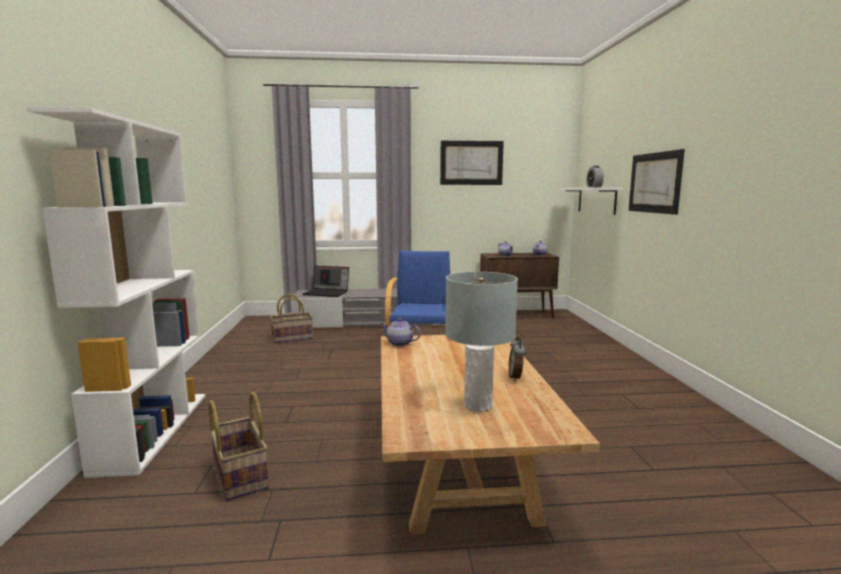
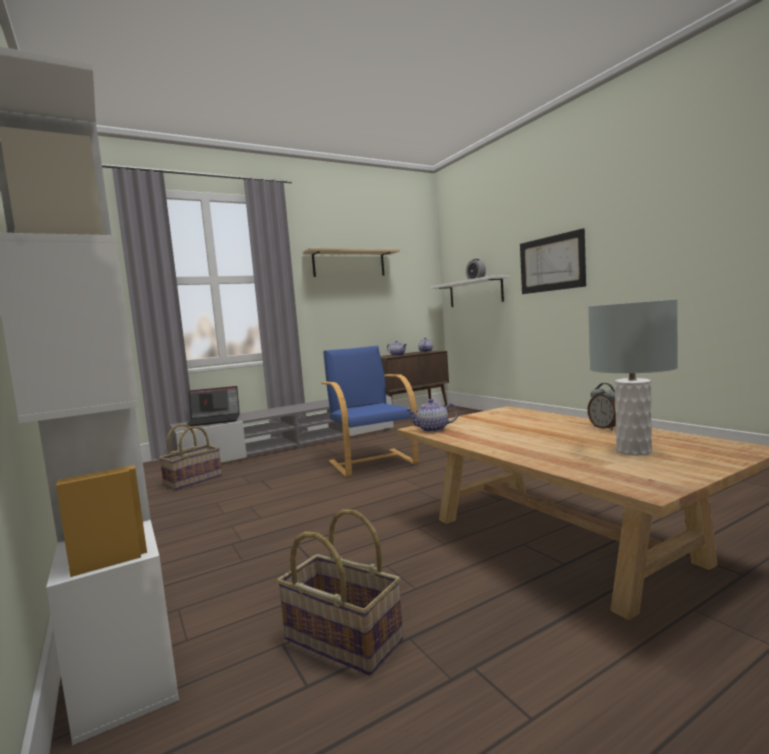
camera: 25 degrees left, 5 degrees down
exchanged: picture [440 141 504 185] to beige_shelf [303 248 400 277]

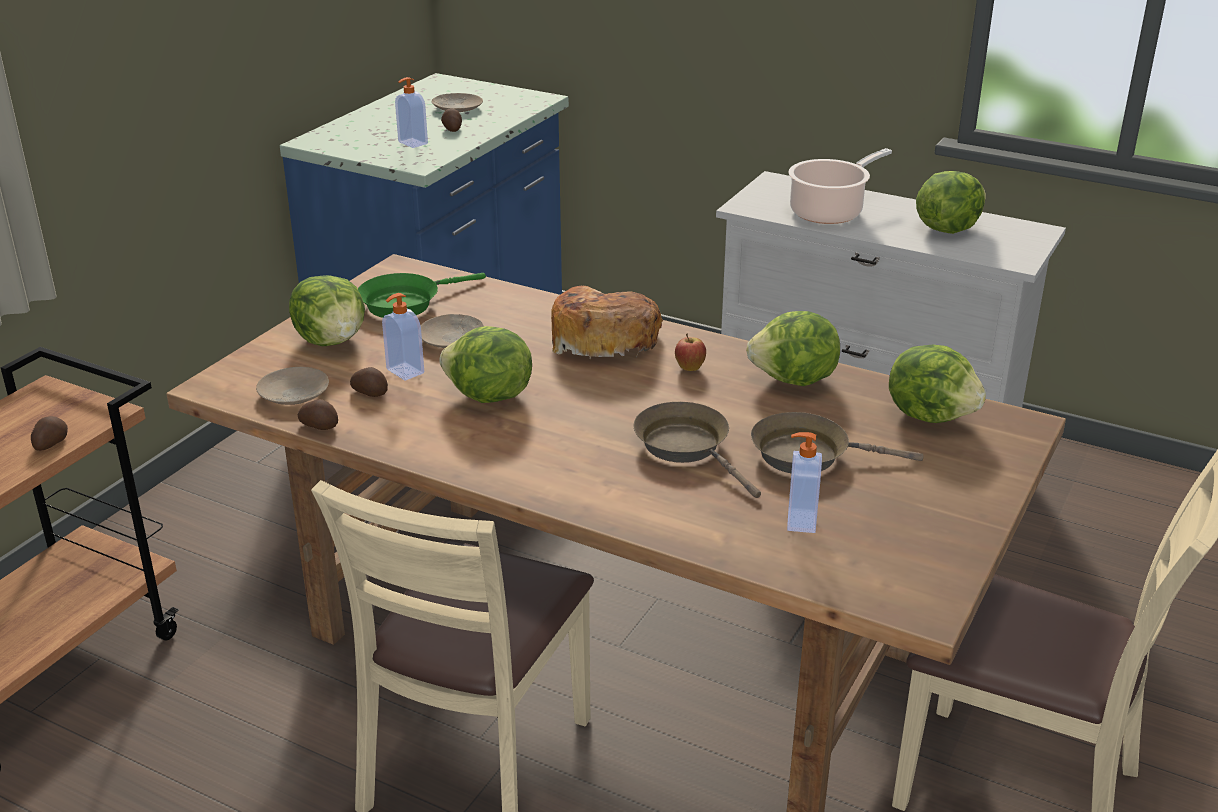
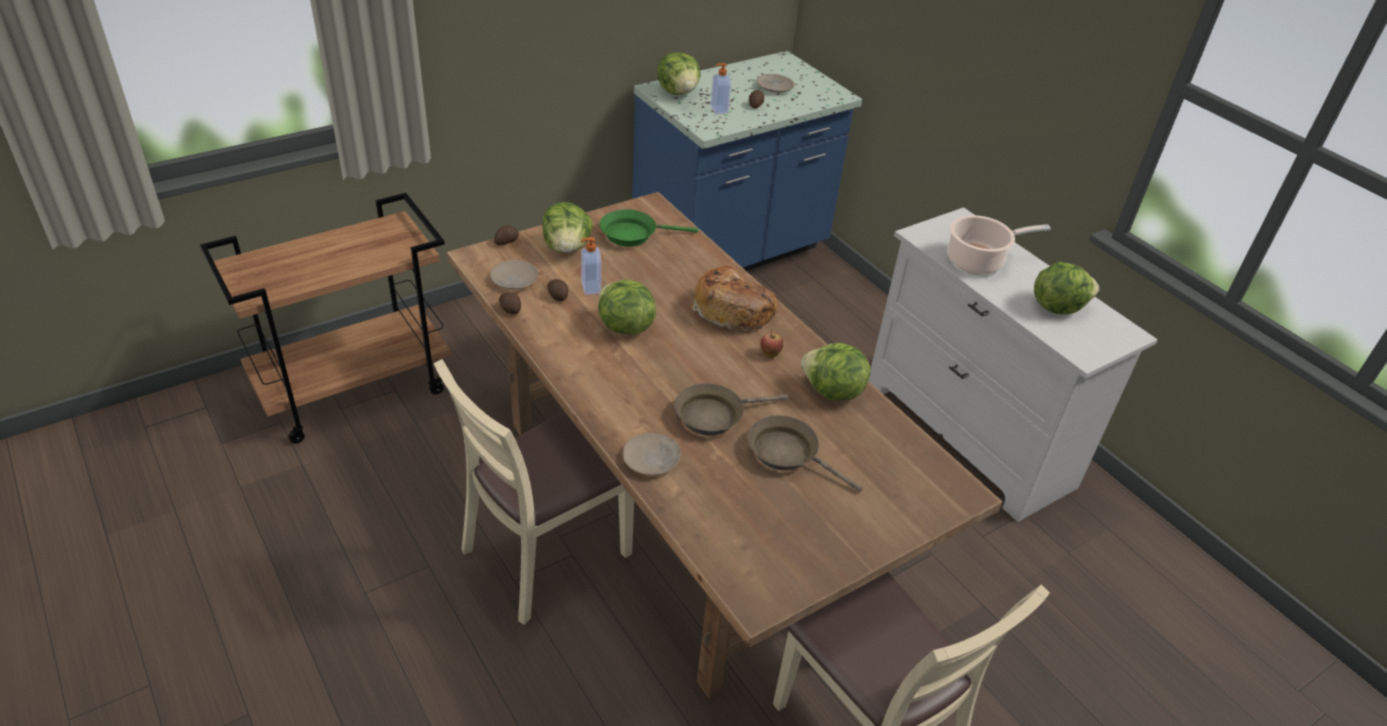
camera: 25 degrees right, 10 degrees up
missing: soap_dispenser [787 432 822 533]
relocated: potato [31 416 68 451] to [494 225 519 245]; beige_plate [421 314 484 348] to [623 433 681 475]; lettuce [889 345 986 423] to [657 53 700 95]
spun: brown_frying_pan [634 402 761 498] = [674 383 788 436] 105 degrees counterclockwise

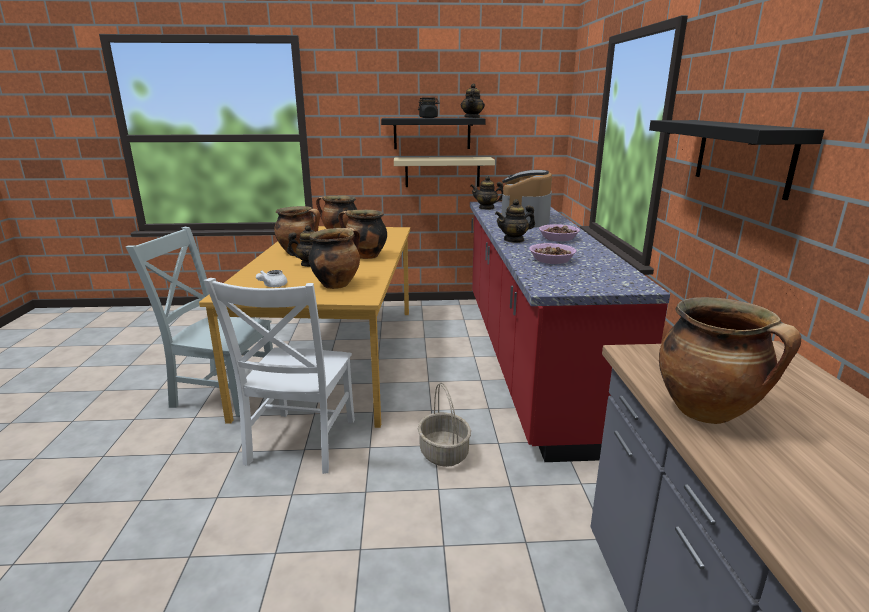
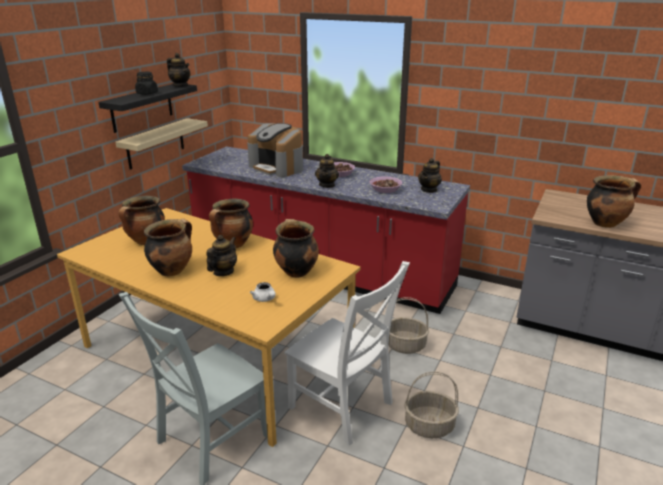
camera: 60 degrees left, 5 degrees up
missing: black_shelf [649 120 824 200]
appeared: basket [404 372 459 438]
relocated: teapot [471 176 503 210] to [418 158 442 193]

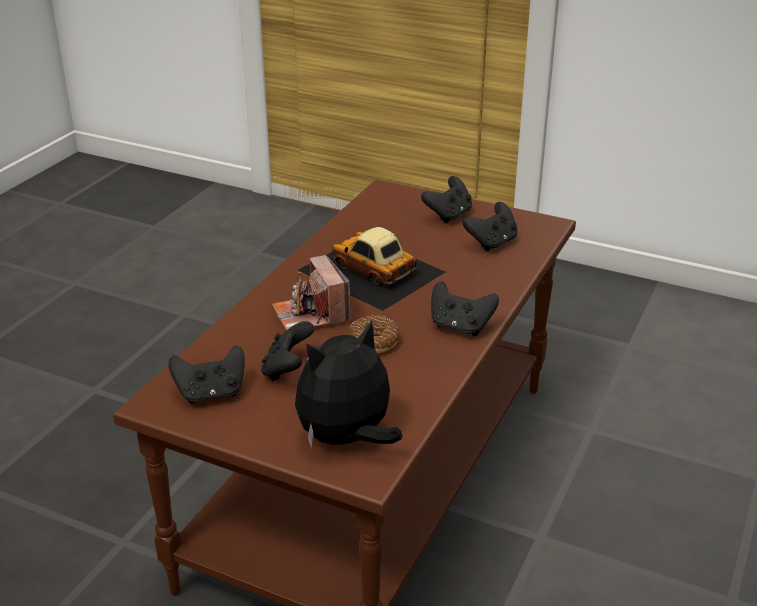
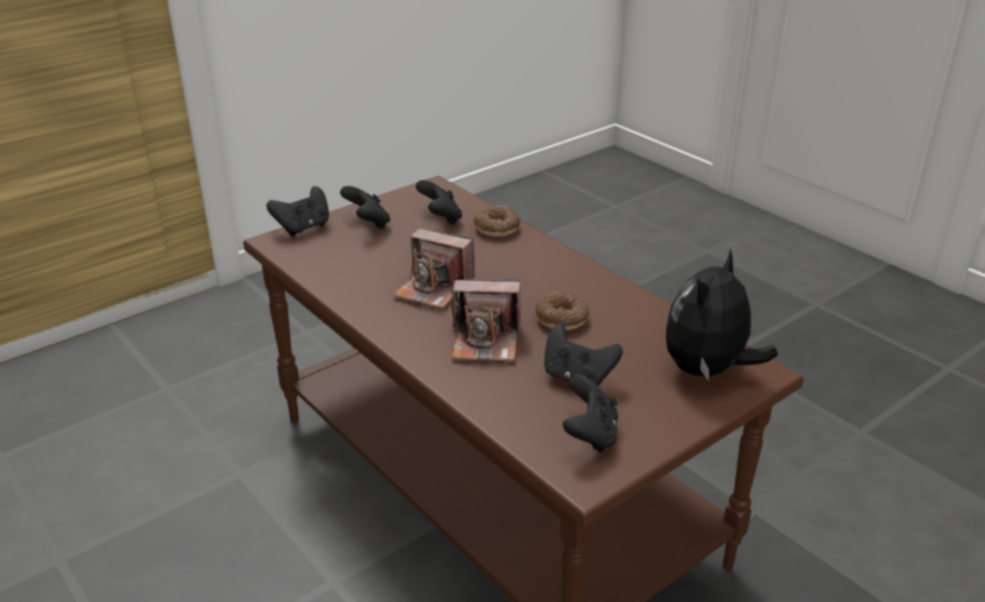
camera: 65 degrees left, 0 degrees up
appeared: donut [474 205 520 237]
relocated: black_game_controller [431 281 499 336] to [266 186 329 236]
exchanged: toy_car [298 227 446 311] to photo_camera [393 228 475 309]
spun: plush_toy [295 320 402 448] = [666 248 778 381] 45 degrees clockwise

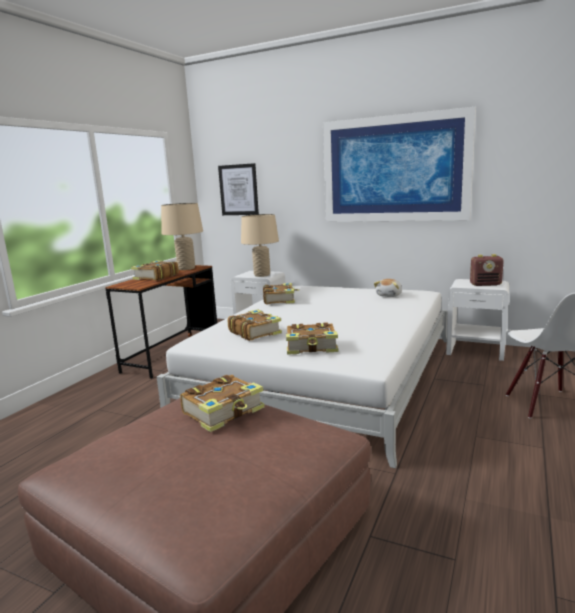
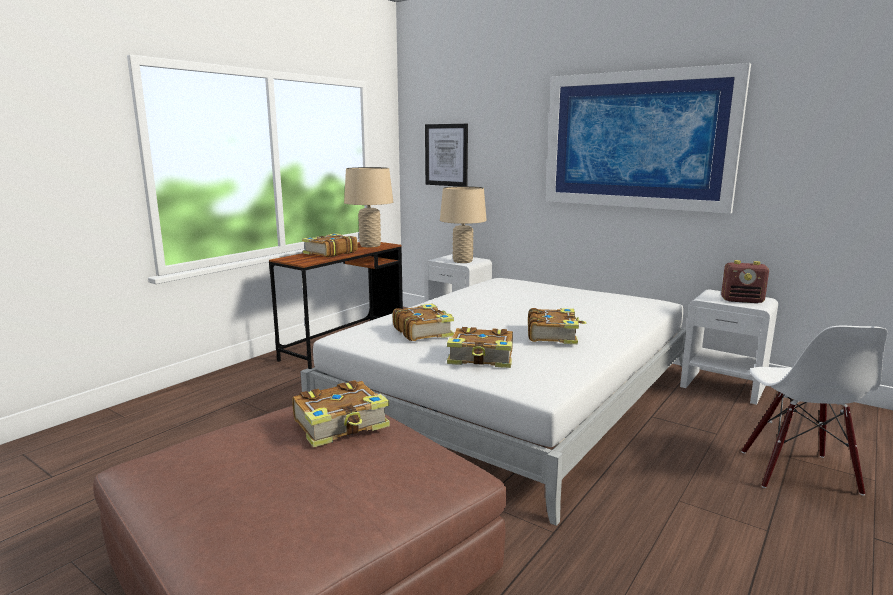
camera: 10 degrees right, 0 degrees up
missing: plush_toy [374 279 402 297]
relocated: book [263 283 299 305] to [528 308 587 344]

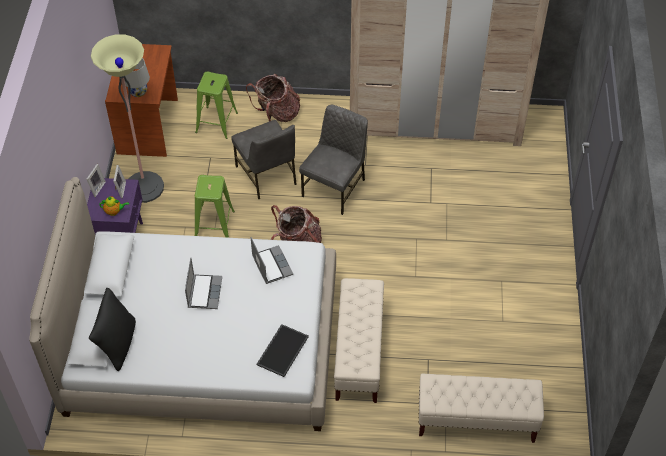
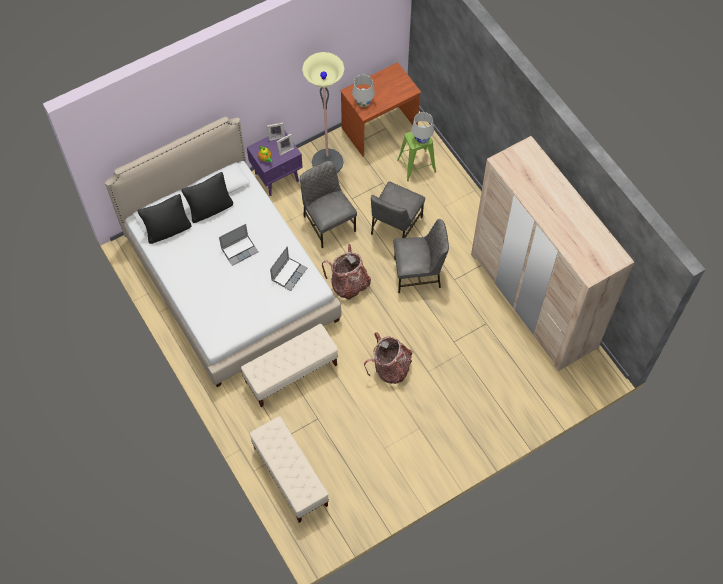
camera: 55 degrees right, 10 degrees up
missing: tray [256 324 309 377]
appeared: black_pillow [182 172 233 223]; white_table_lamp [412 112 434 144]
relocated: backpack [246 74 300 122] to [364 332 413 384]
exchanged: green_stool [195 175 235 238] to grey_chair [300 161 357 248]

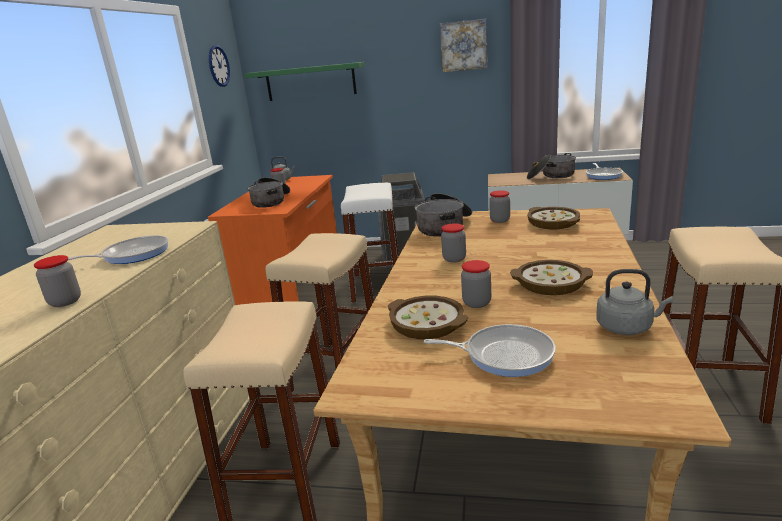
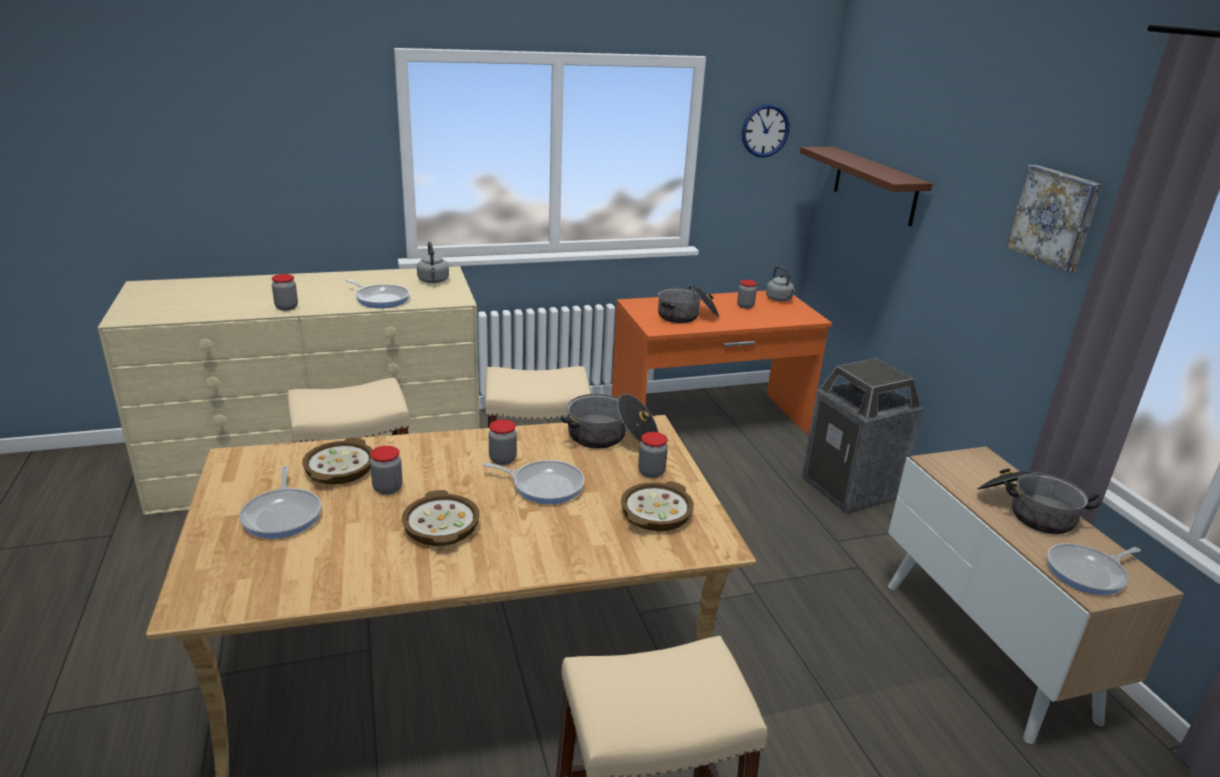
camera: 60 degrees right, 5 degrees up
missing: white_stool [341 183 399 303]
appeared: frying_pan [482 460 585 504]
relocated: grey_kettle [596 269 673 335] to [417 242 449 283]
colour: green_shelf [244 62 365 101] to brown_shelf [800 147 932 226]

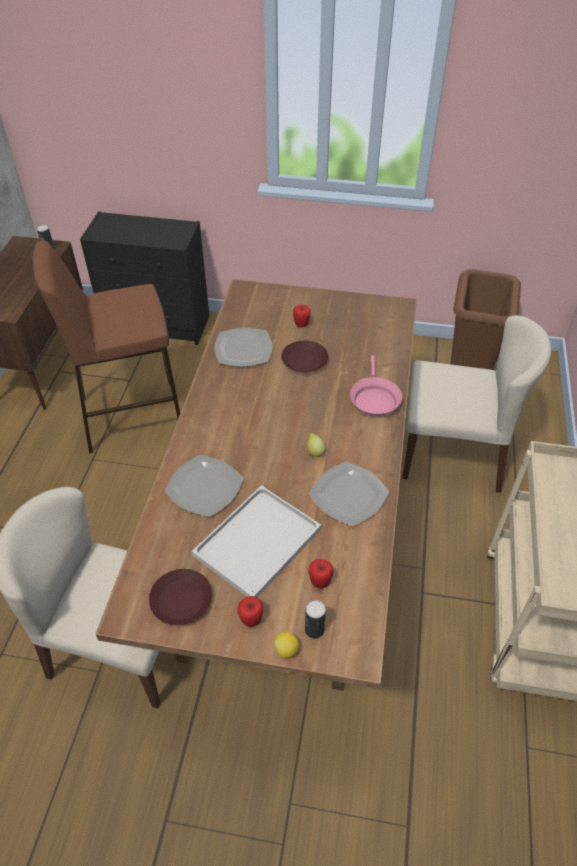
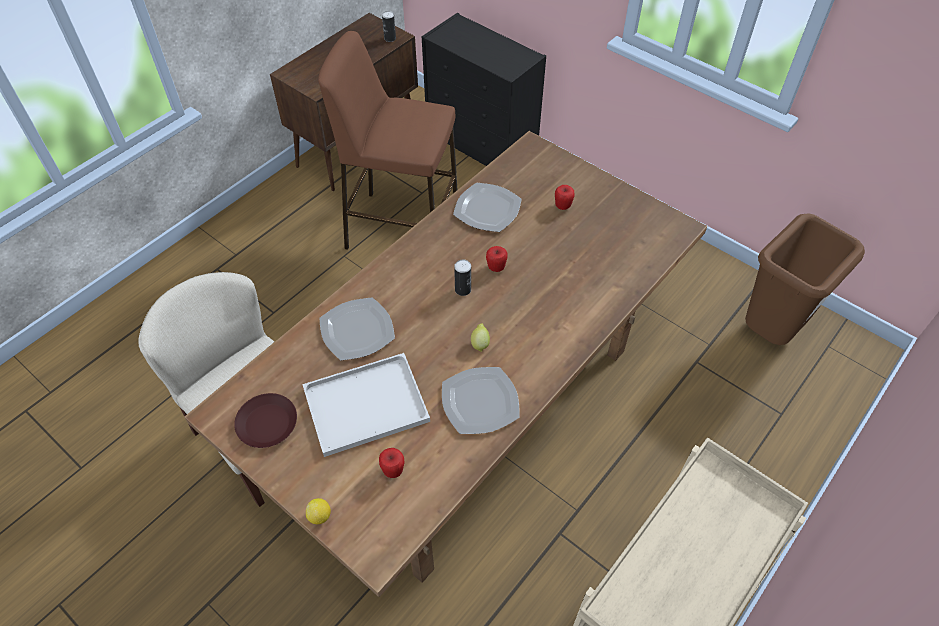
camera: 30 degrees right, 5 degrees up
missing: brown_plate [281 341 329 372]; pink_frying_pan [350 355 402 417]; beige_chair [402 315 551 493]
relocated: apple [238 596 263 627] to [486 246 508 272]; can [305 600 326 639] to [454 259 471 296]

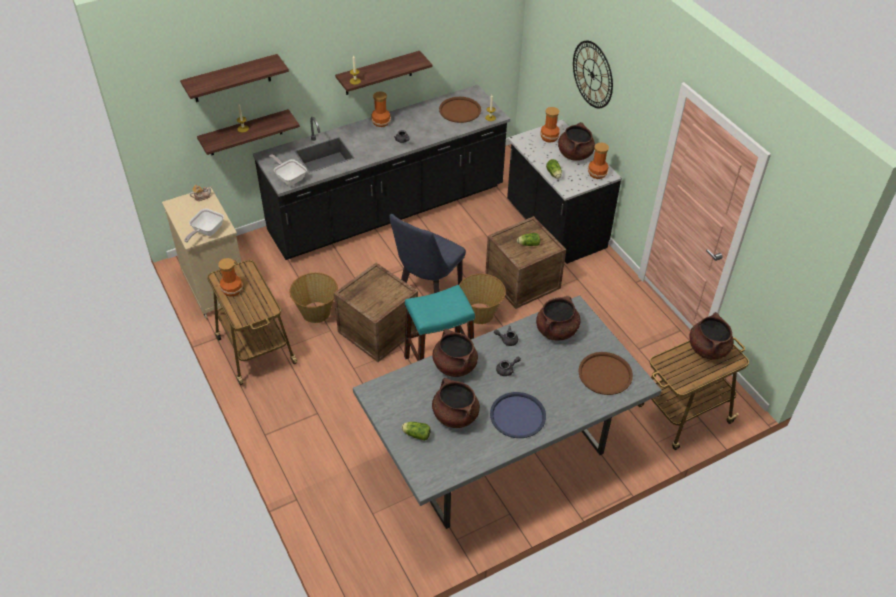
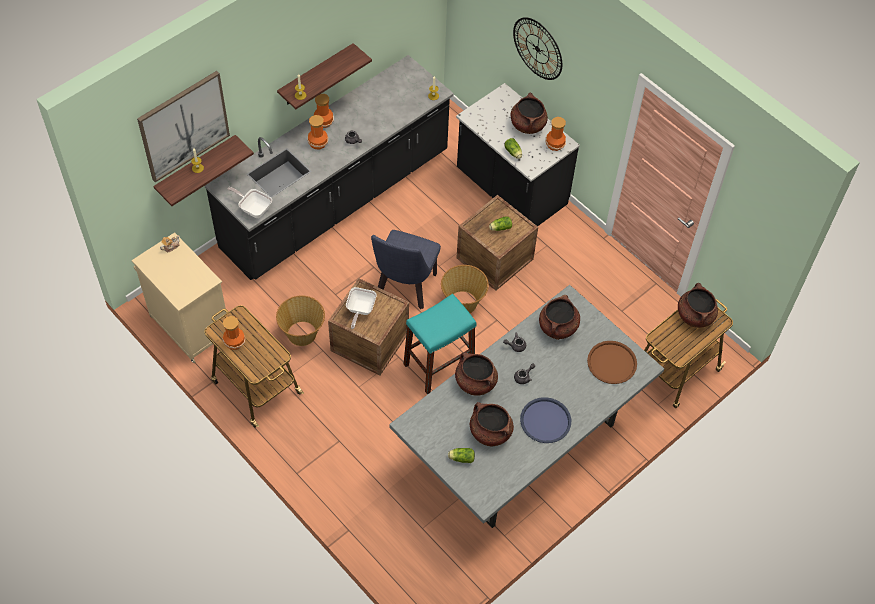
camera: 15 degrees left, 10 degrees up
missing: brown_tray [439 97 481 123]
relocated: frying_pan [184 208 224 242] to [346 287 377 329]; vase [540 107 560 143] to [308 115 328 149]
exchanged: shelf [180 54 289 102] to picture [137 71 230 182]

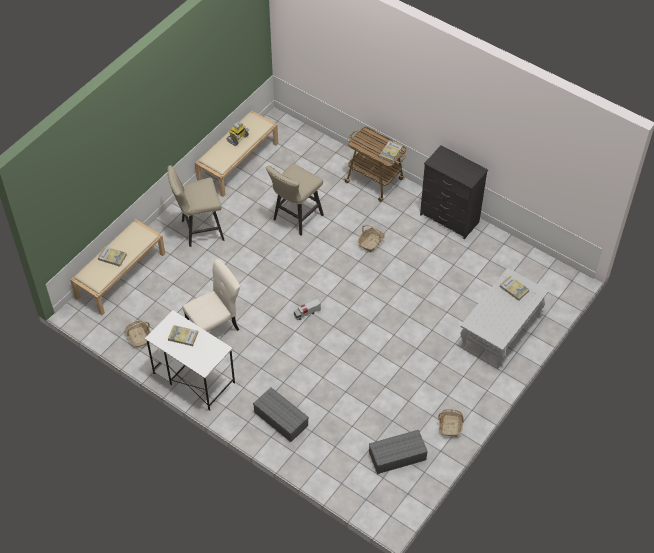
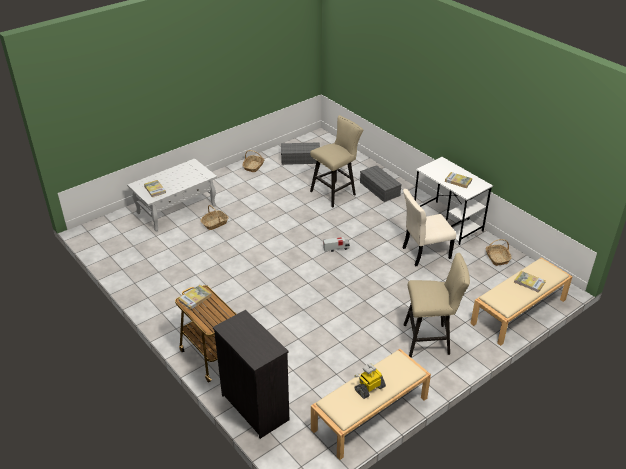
camera: 165 degrees left, 15 degrees down
relocated: beige_stool [266 163 324 236] to [310 115 363 208]; basket [358 225 385 252] to [201 205 228 230]; black_dresser [420 145 488 239] to [213 310 289 439]

